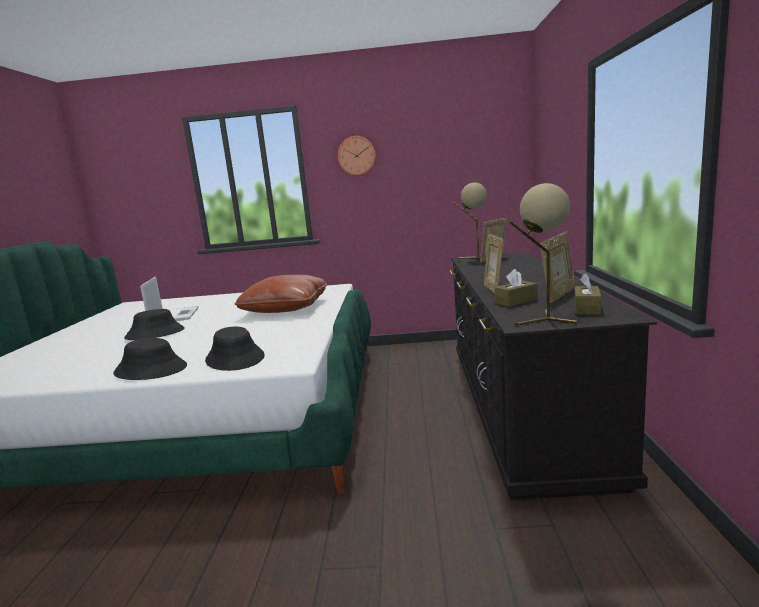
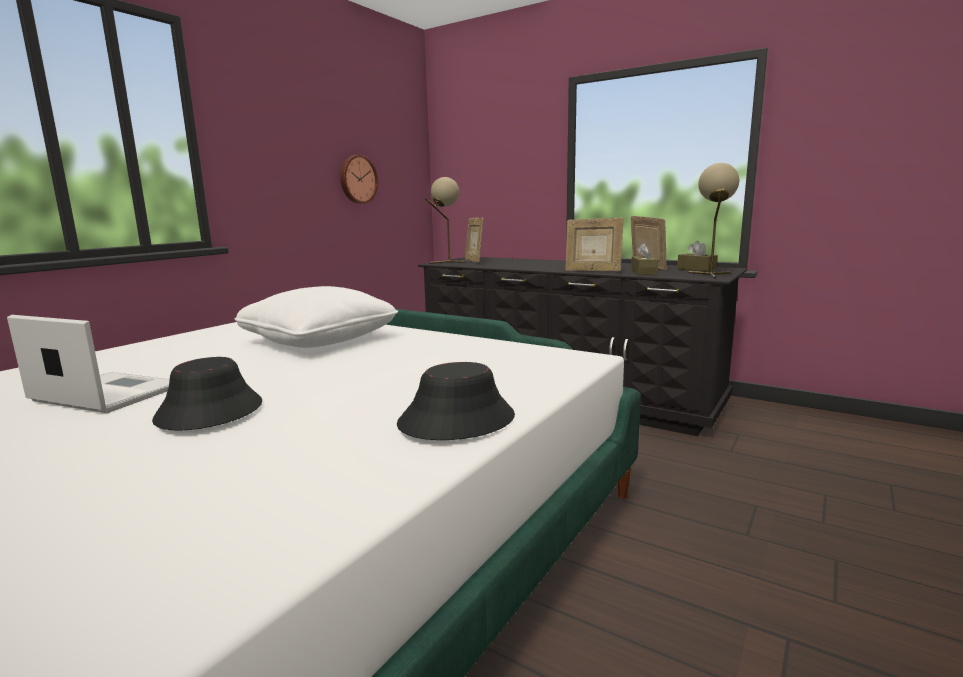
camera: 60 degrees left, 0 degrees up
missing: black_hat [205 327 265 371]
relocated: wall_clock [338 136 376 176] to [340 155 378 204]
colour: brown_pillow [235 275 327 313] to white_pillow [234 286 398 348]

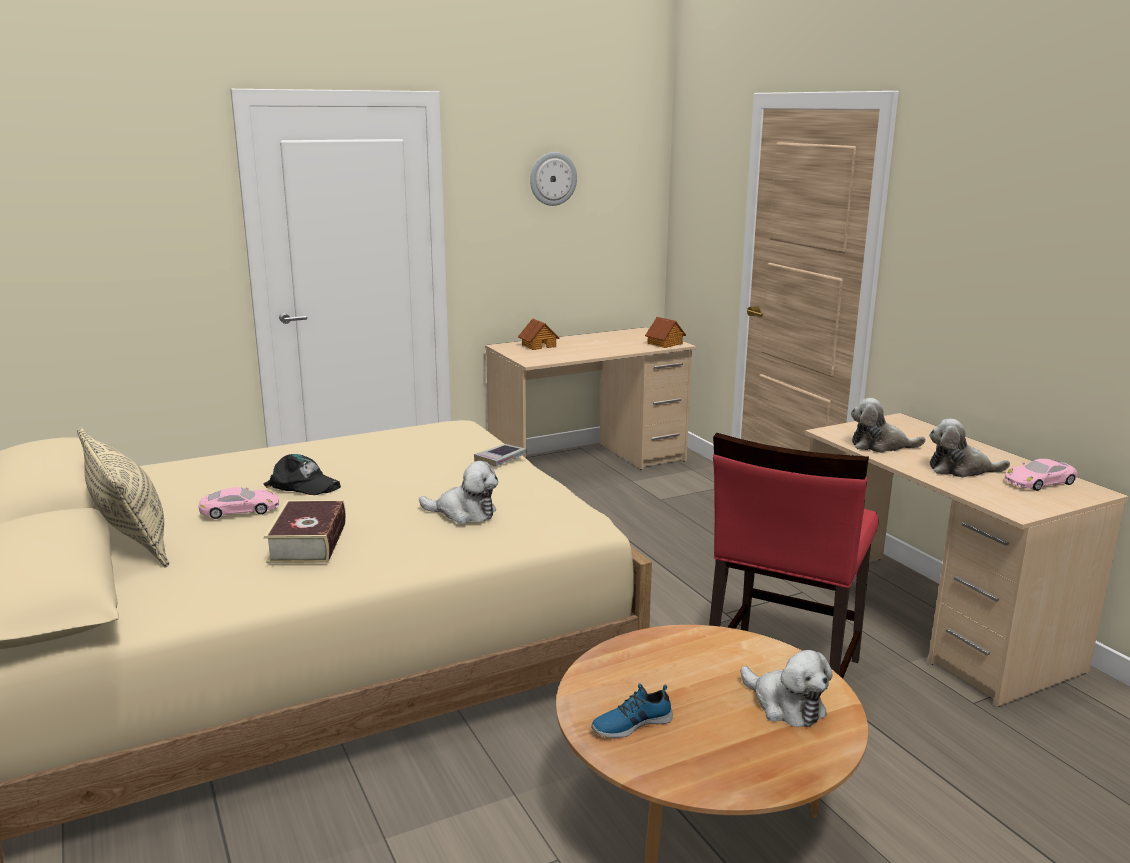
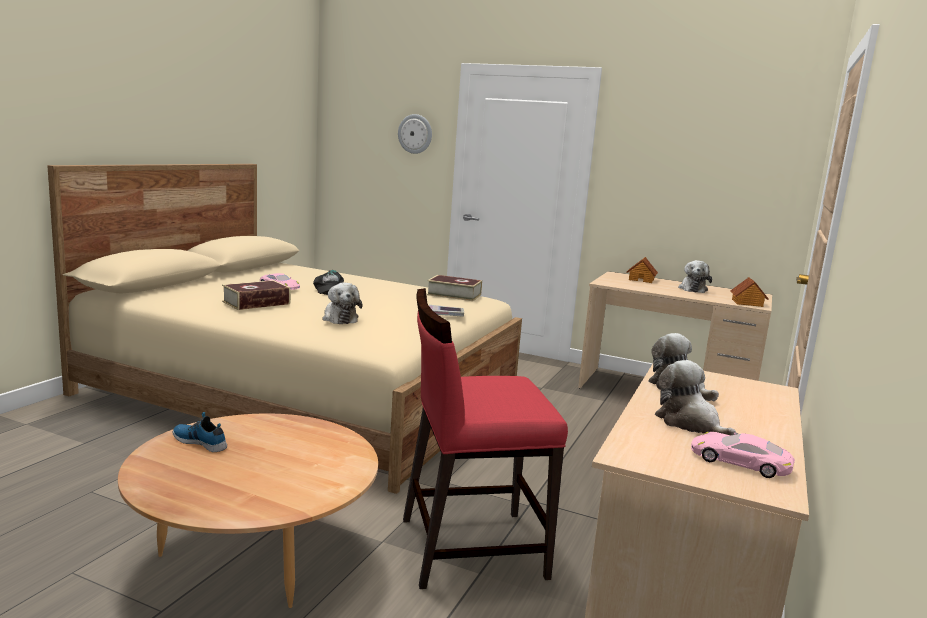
camera: 50 degrees right, 5 degrees down
missing: beige_pillow [77 427 169 568]
appeared: book [427 275 482 301]
relocated: wall_clock [530 152 577 206] to [398 114 432 154]; plush_toy [741 650 833 727] to [678 260 712 293]

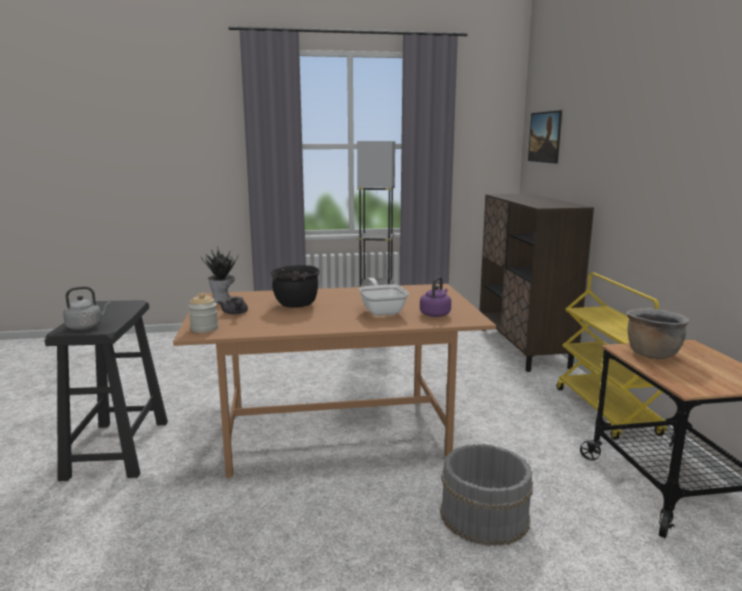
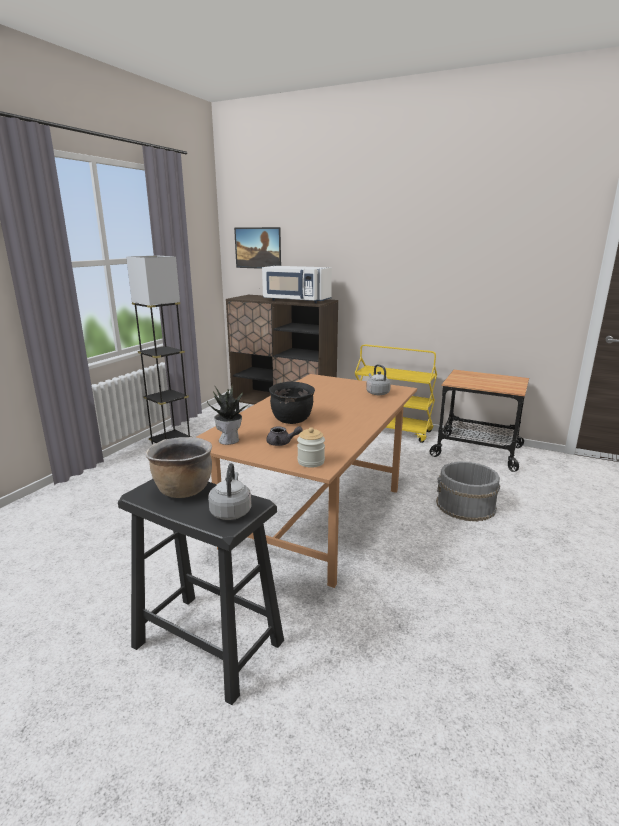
camera: 55 degrees left, 5 degrees up
missing: frying_pan [358 278 409 316]
appeared: white_microwave [262 266 332 303]
relocated: brown_cooking_pot [627 308 690 359] to [145 437 212 498]
colour: purple_kettle [420 276 451 317] to grey_kettle [366 364 391 395]

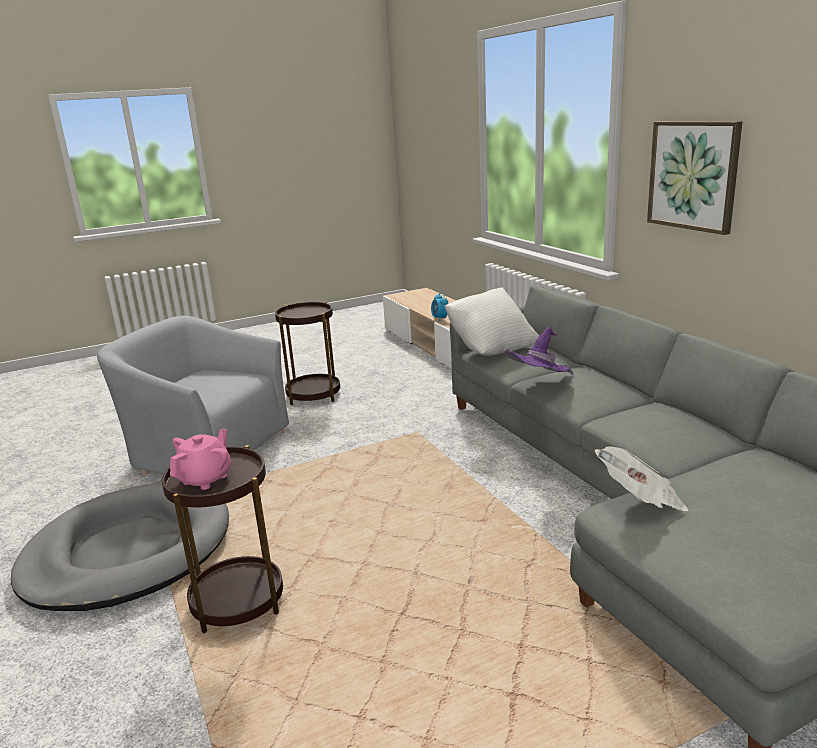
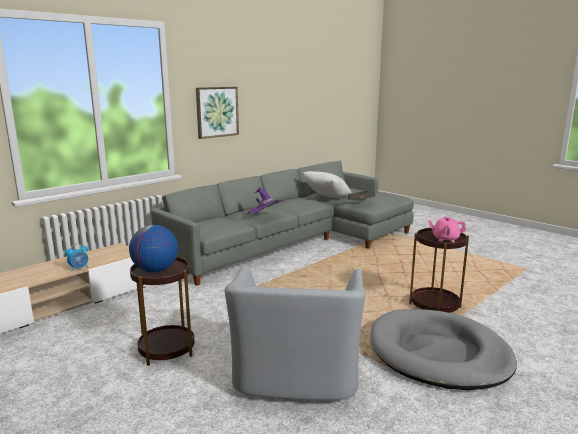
camera: 110 degrees left, 5 degrees down
appeared: globe [129 225 178 272]
relocated: white_pillow [445 287 539 356] to [303 171 351 198]

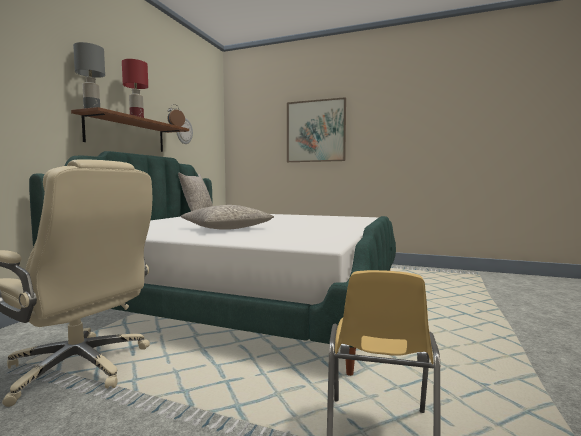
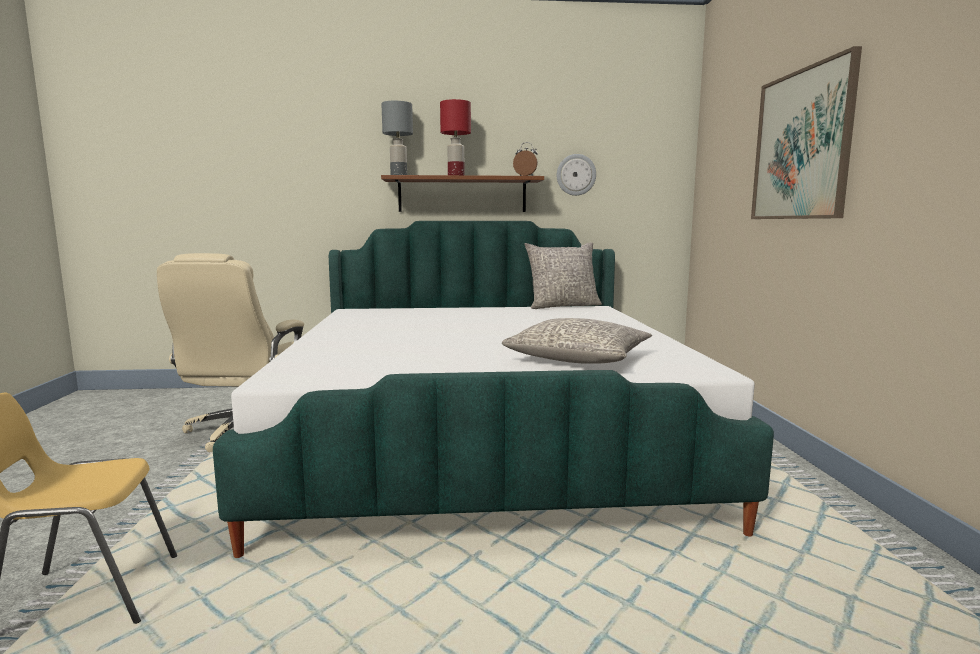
camera: 65 degrees right, 5 degrees up
relocated: grey_pillow [181 205 274 230] to [502 318 652 364]

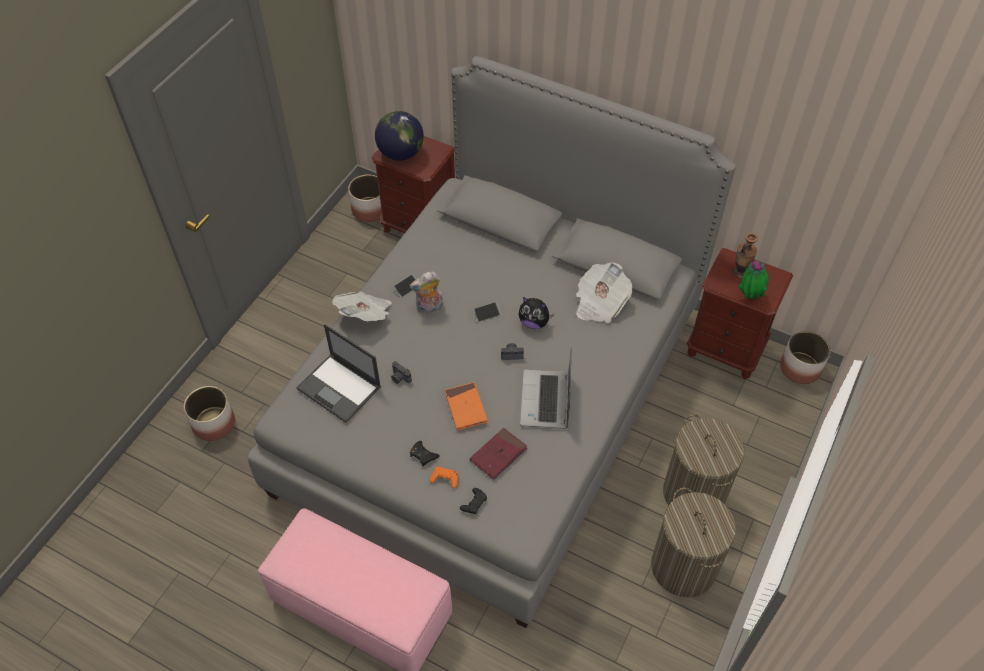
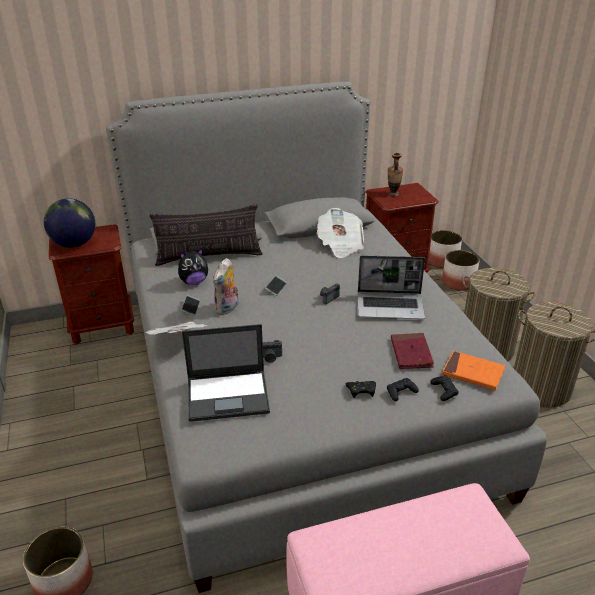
camera: 45 degrees left, 20 degrees down
missing: potted_plant [738 260 769 300]
appeared: pillow [150 204 263 266]
relocated: planter [348 175 382 222] to [442 250 480 291]; orange_book [445 382 488 431] to [442 351 505 390]; plush_toy [518 297 554 329] to [178 249 208 285]
colour: orange_game_controller [430 466 458 489] to black_game_controller [387 378 419 401]
spun: laptop [520 348 572 429] = [358 255 425 319] 45 degrees counterclockwise

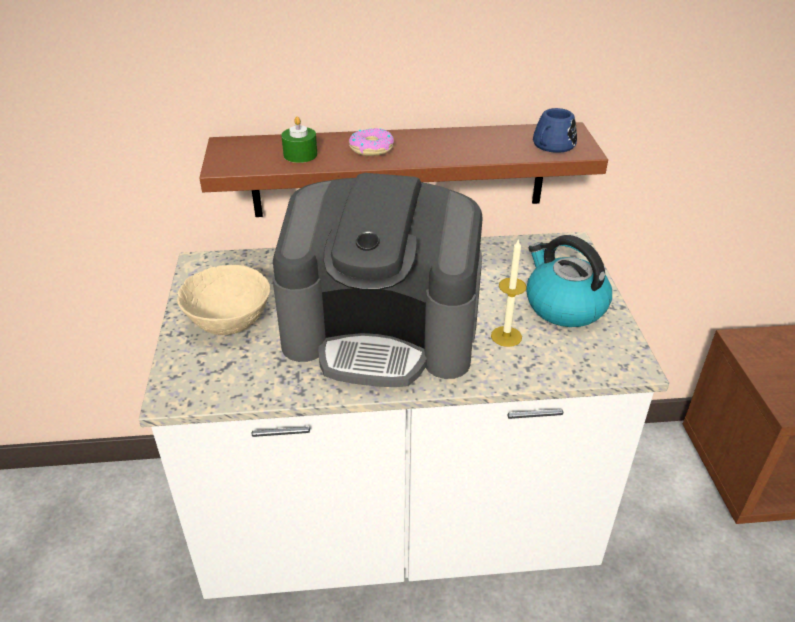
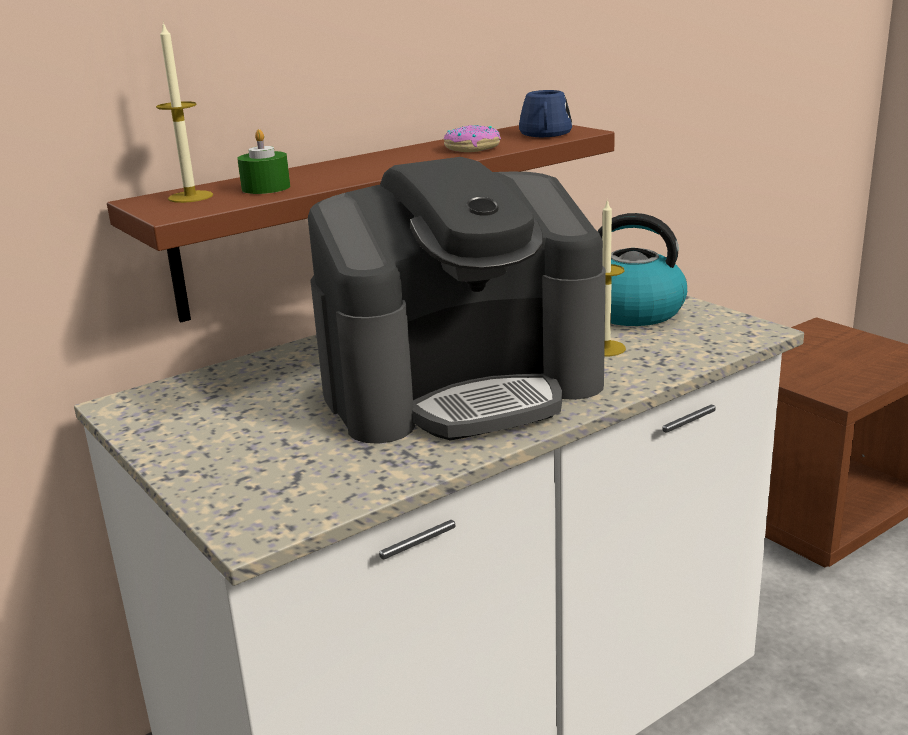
camera: 30 degrees left, 15 degrees down
missing: beige_bowl [177 265 270 335]
appeared: candle [156 21 213 203]
relocated: donut [349 128 394 156] to [444 125 501 152]

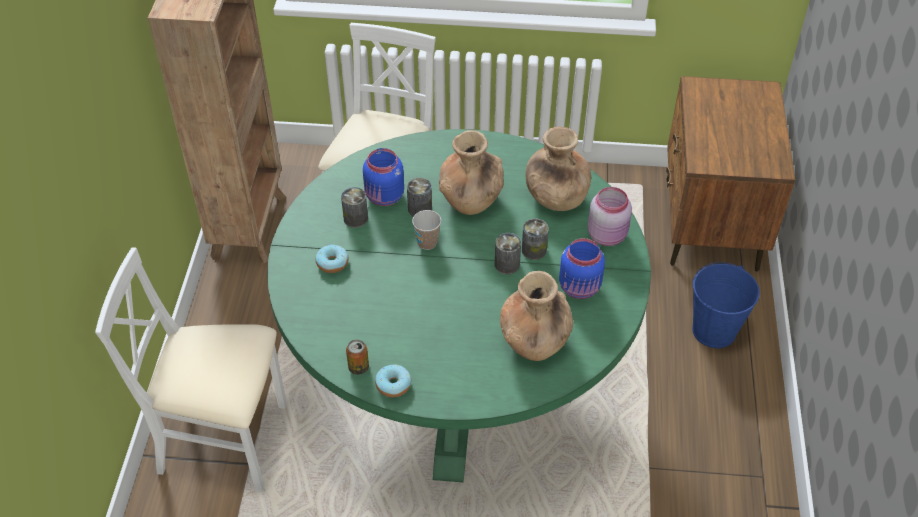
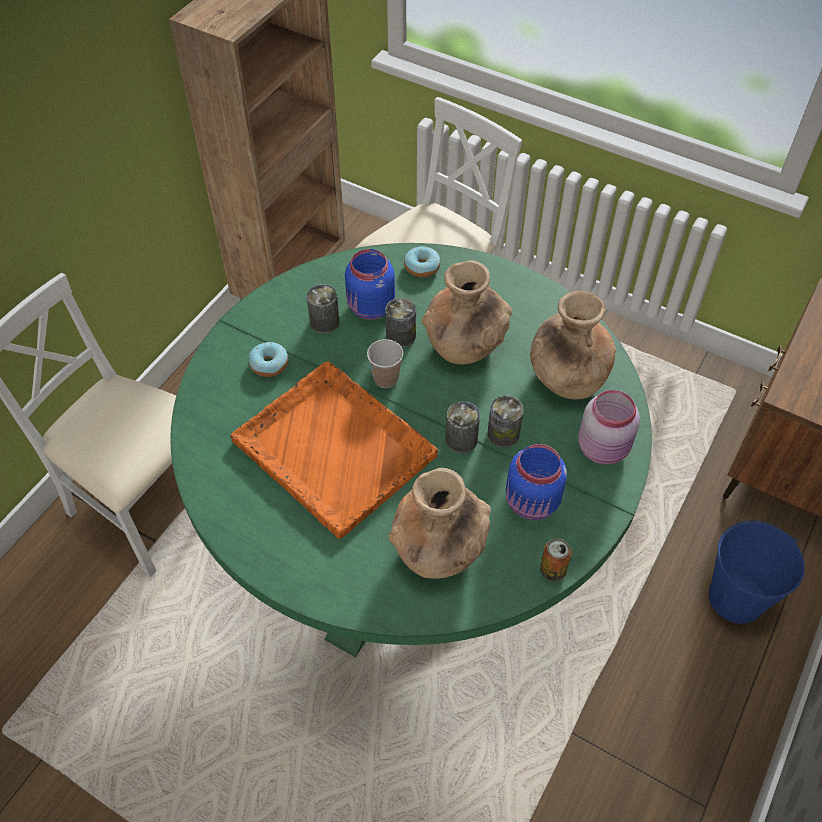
camera: 25 degrees right, 5 degrees up
appeared: orange_tray [230 361 438 539]
relocated: can [346 339 369 375] to [540 538 572 581]; donut [375 365 411 397] to [404 246 440 278]

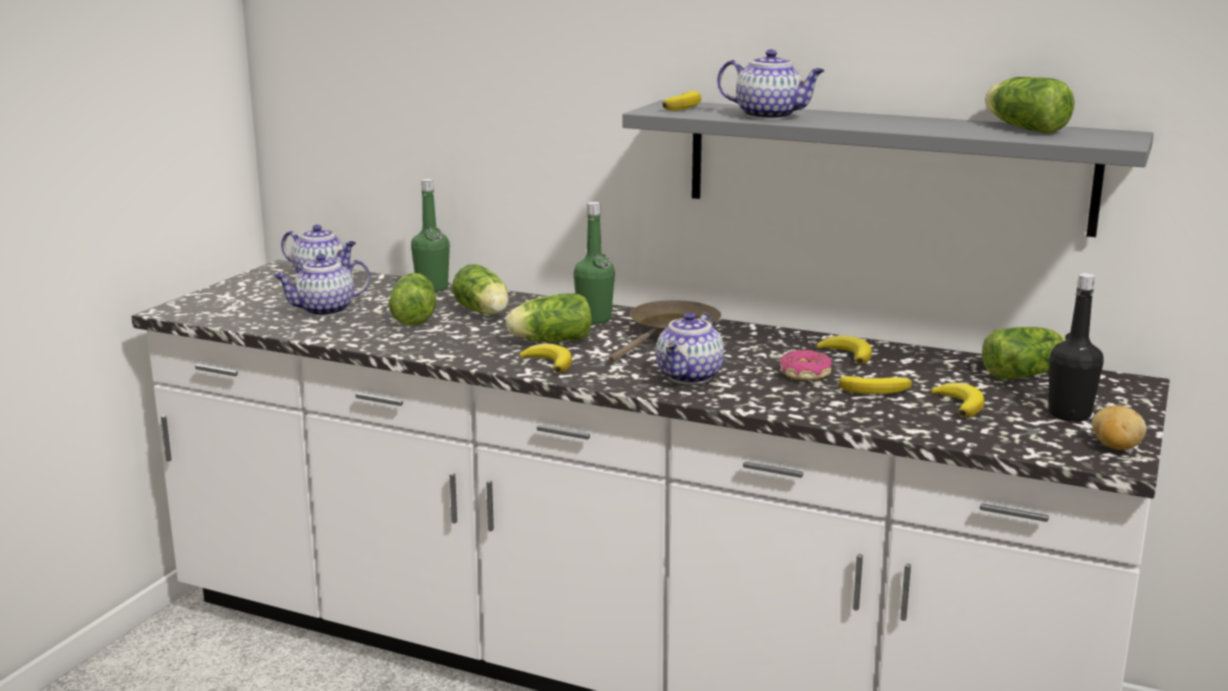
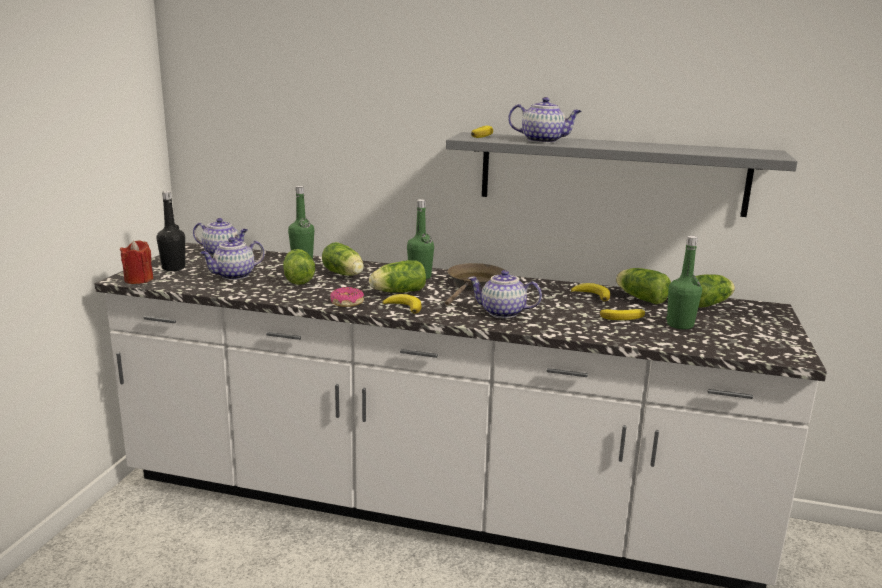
camera: 10 degrees left, 0 degrees up
missing: potato [1092 406 1146 450]
appeared: red_candle [120 240 154 284]
relocated: donut [780 350 832 380] to [330 287 364 307]; lettuce [985 77 1075 134] to [616 268 671 304]; black_bottle [1048 273 1103 421] to [157 191 185 271]
exchanged: banana [930 383 984 417] to green_bottle [666 236 702 329]
spun: teapot [656 312 724 384] = [468 270 542 318] 90 degrees clockwise

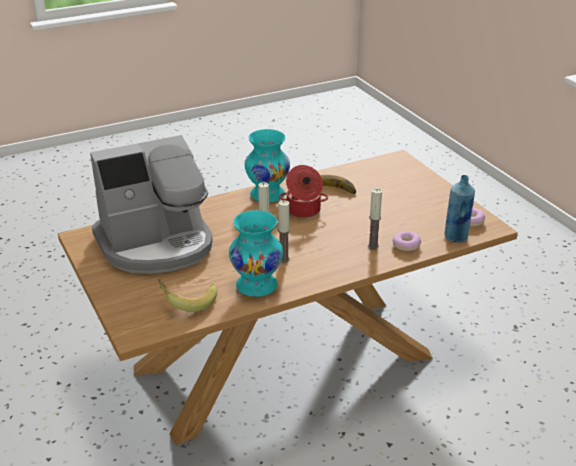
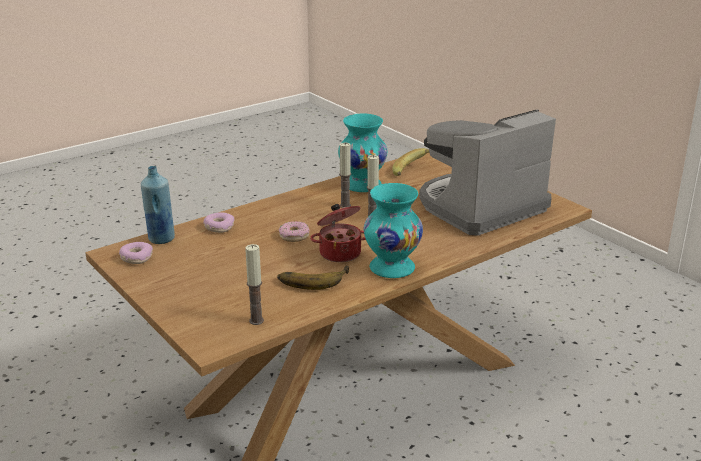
camera: 170 degrees right, 5 degrees down
appeared: donut [278 221 309 242]
relocated: candle [368 188 382 250] to [245 244 264 325]

